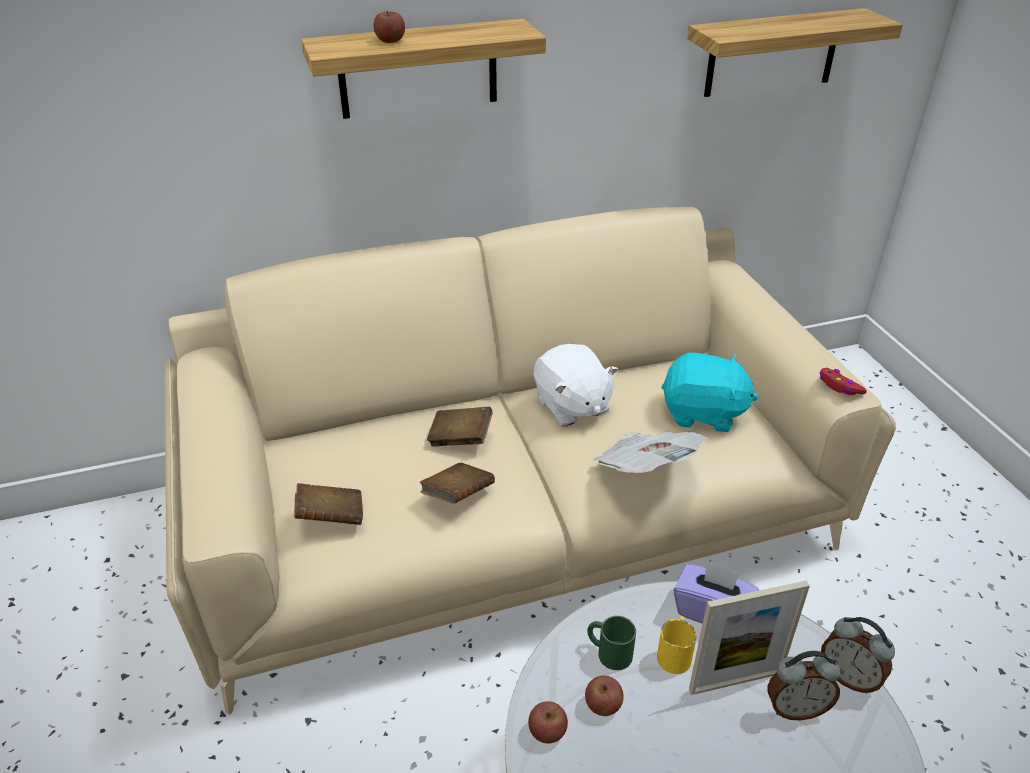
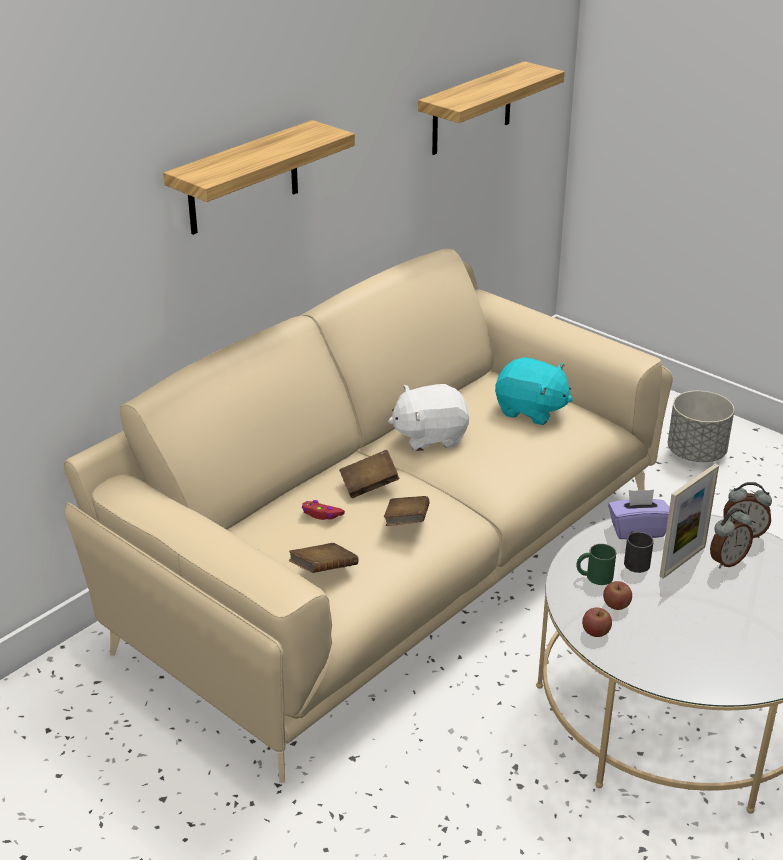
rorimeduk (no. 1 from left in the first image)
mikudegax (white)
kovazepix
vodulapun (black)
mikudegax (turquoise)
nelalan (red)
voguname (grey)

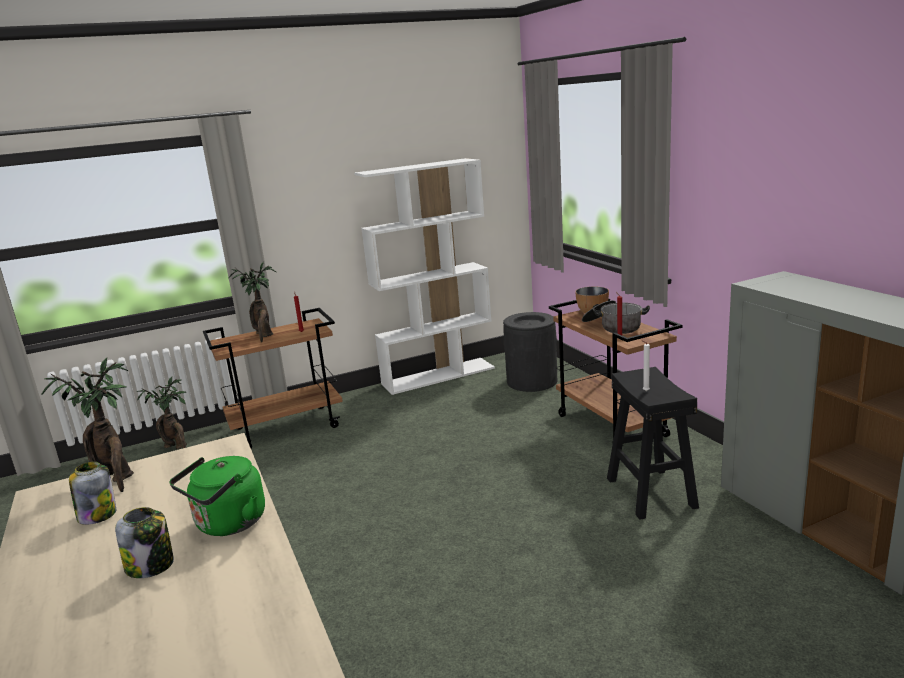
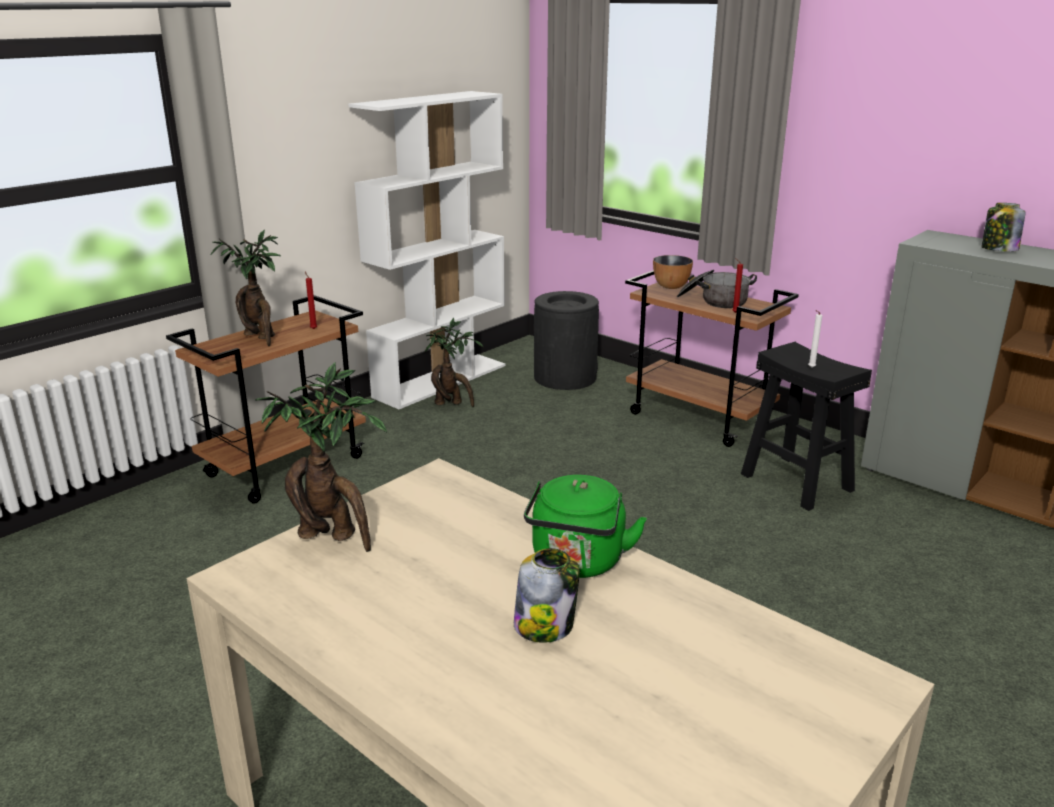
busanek (no. 2 from left)
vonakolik (no. 3 from left)

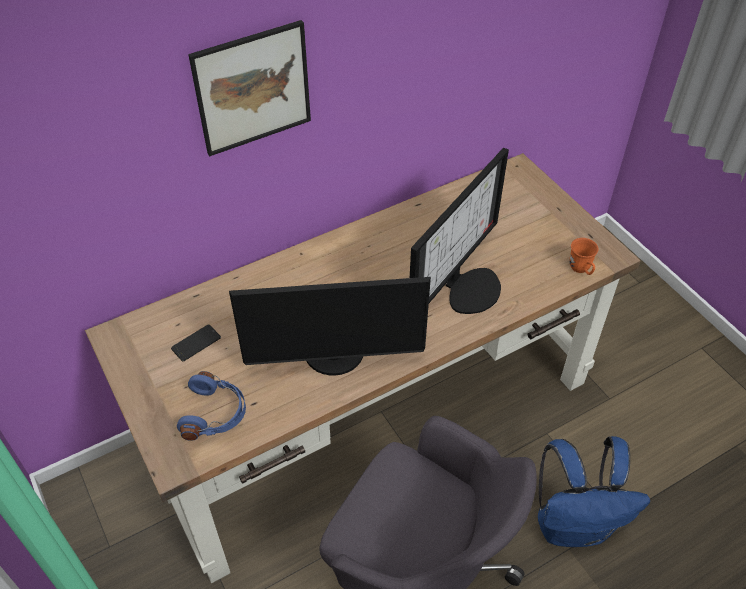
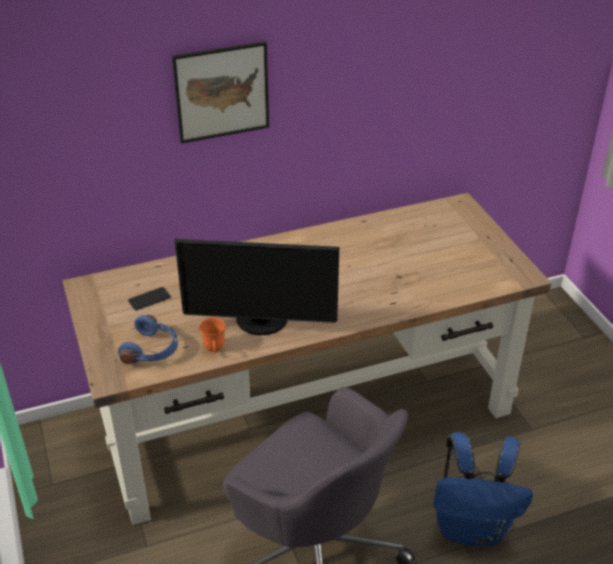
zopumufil (no. 2 from left in the first image)
vodulapun (orange)

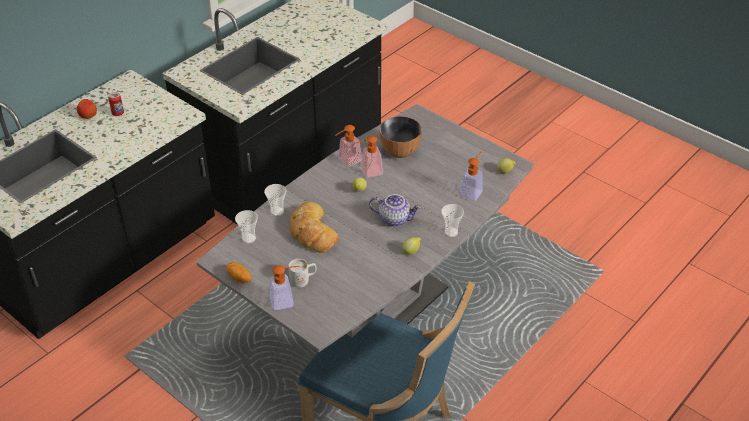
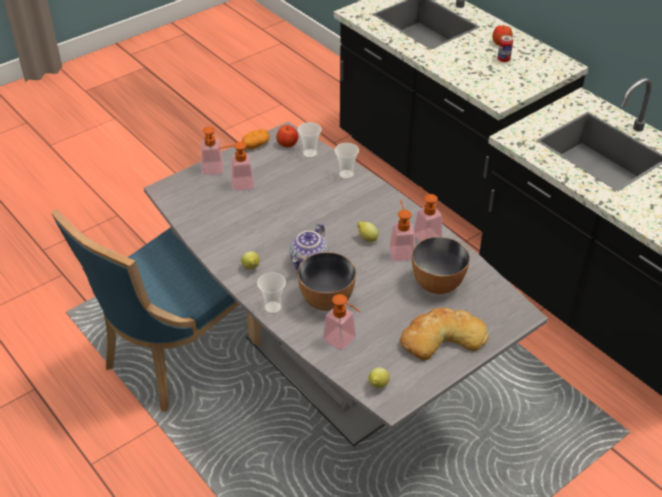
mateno (no. 2 from left)
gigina
rorimeduk (no. 1 from left)
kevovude (no. 1 from left)

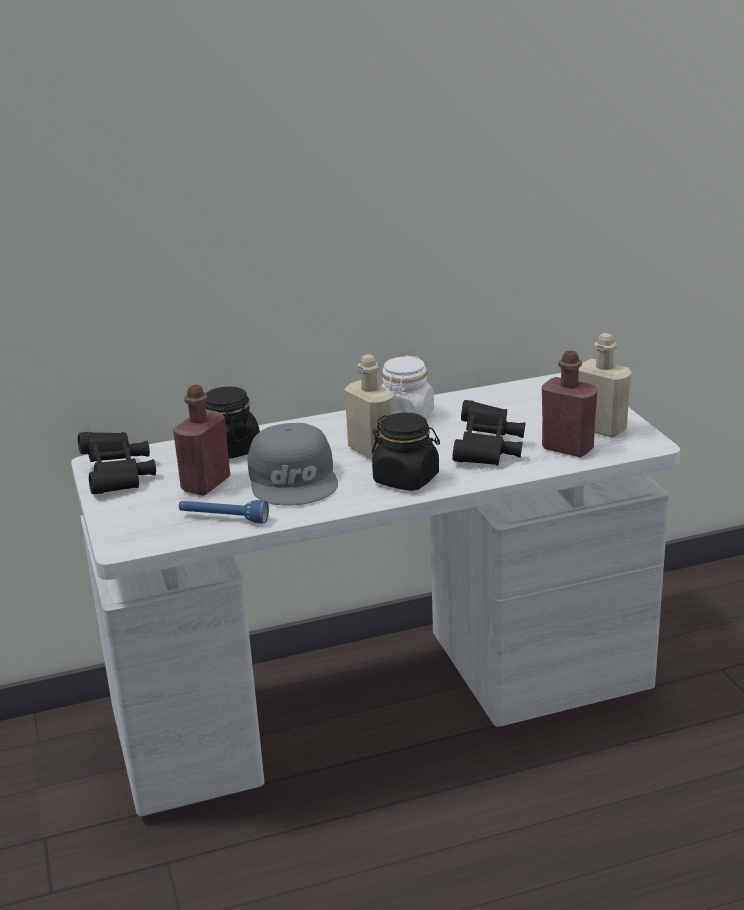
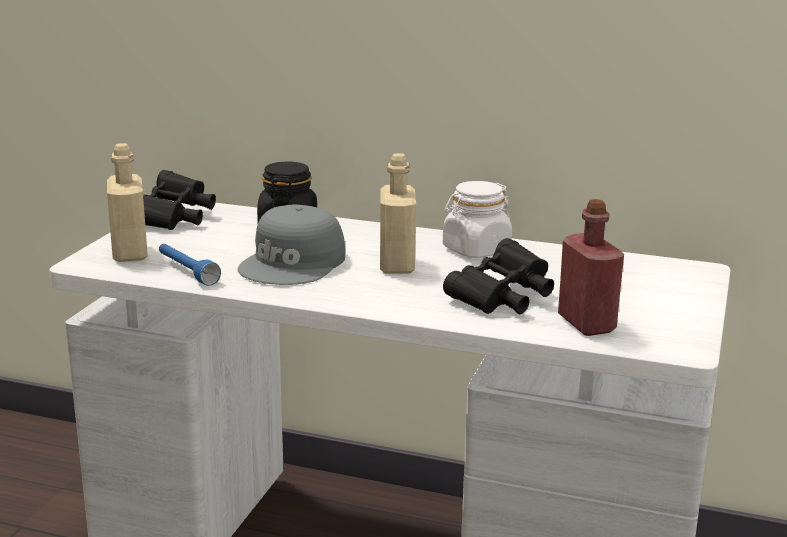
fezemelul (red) (no. 1 from left in the first image)
busanek (black) (no. 2 from left in the first image)
fezemelul (beige) (no. 1 from left)

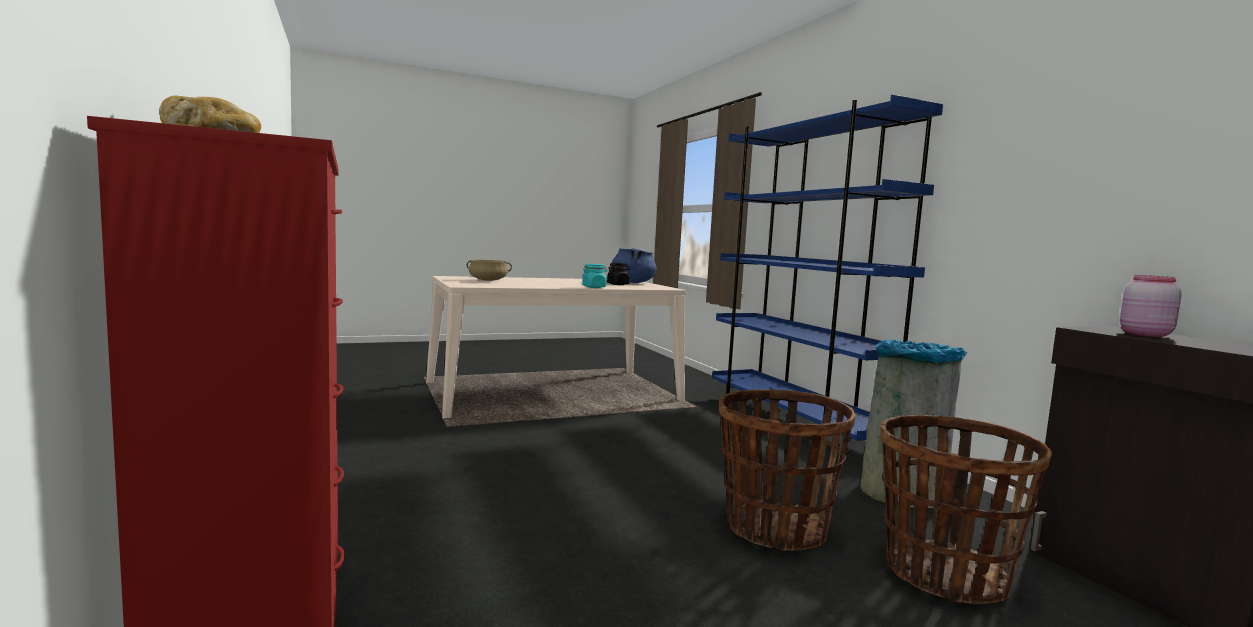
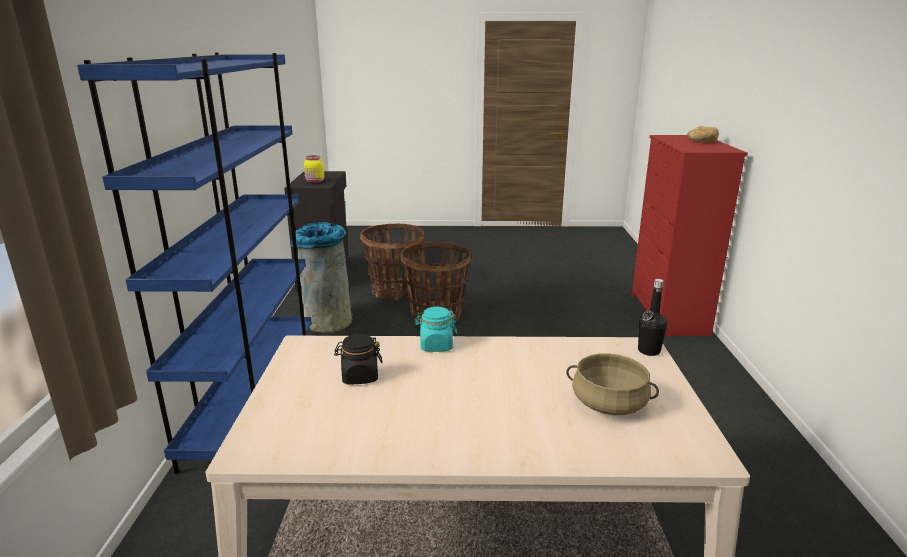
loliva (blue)
busanek (yellow)
fezemelul (black)

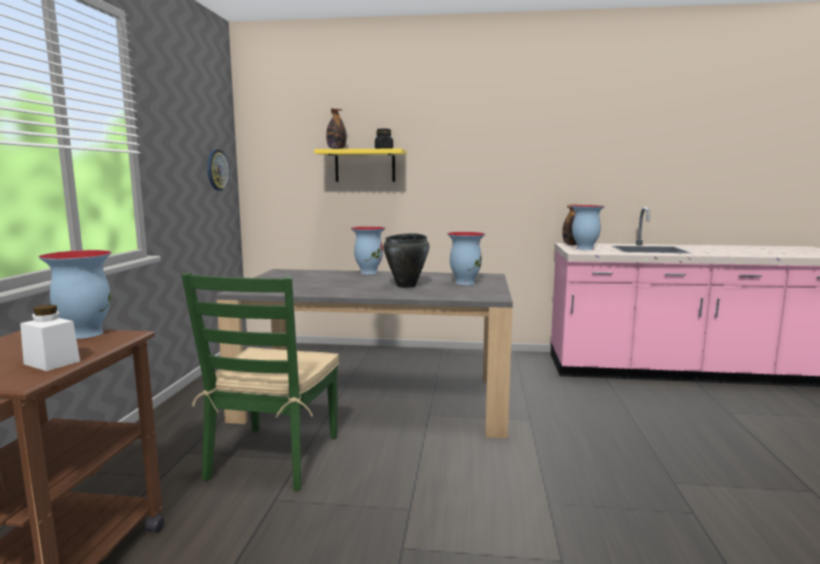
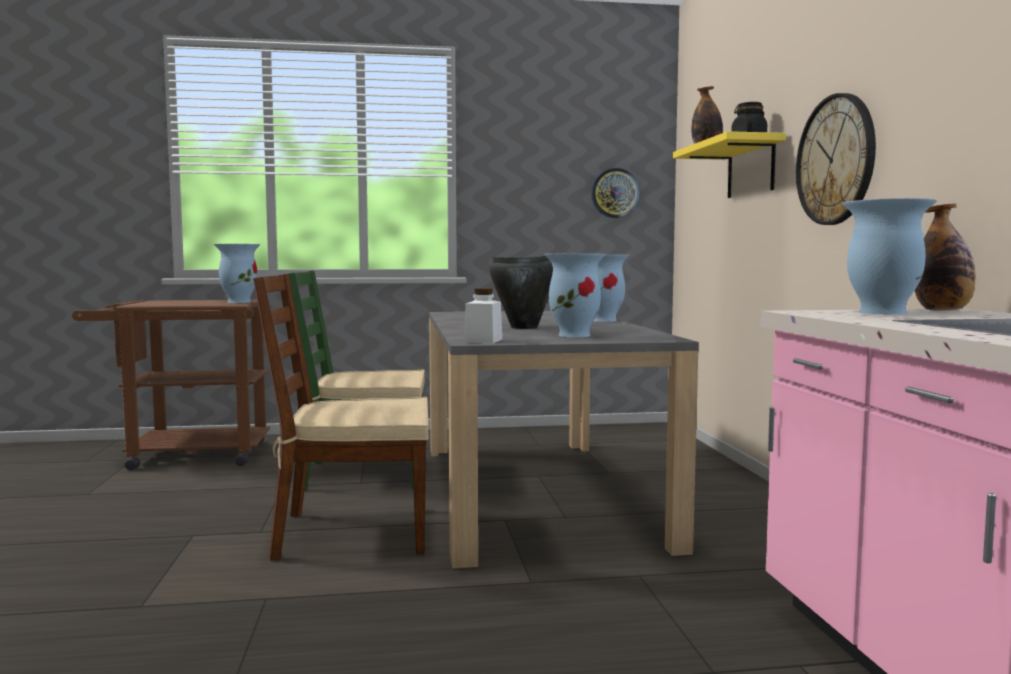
busanek (white)
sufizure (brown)
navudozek (no. 2 from left)

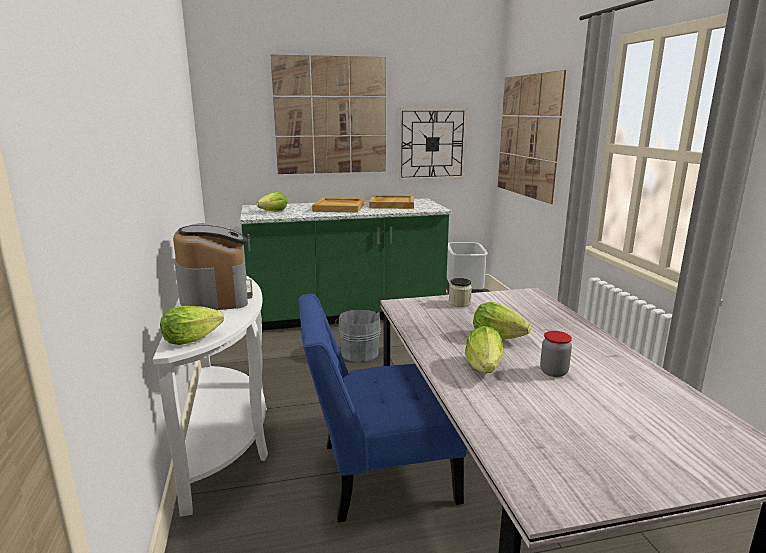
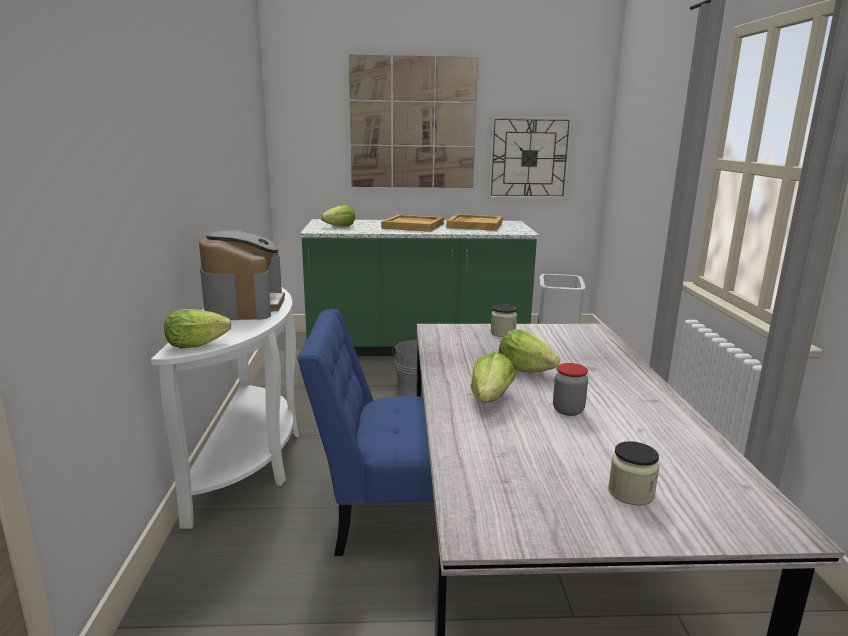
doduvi (no. 2 from left in the first image)
busanek (no. 3 from left)

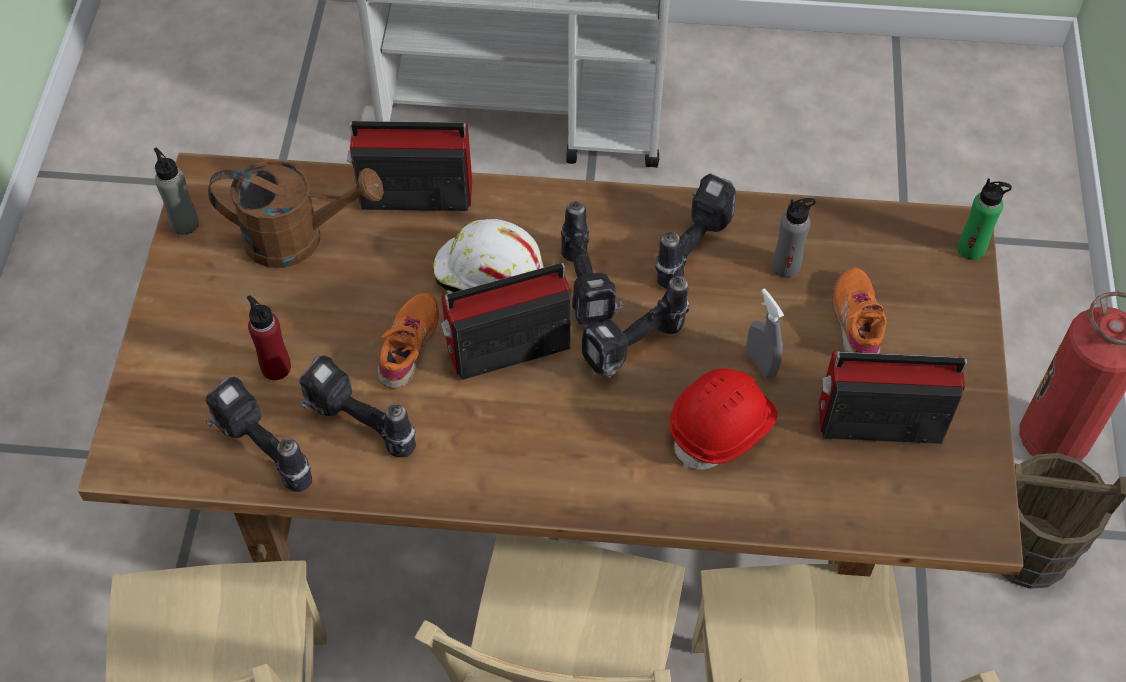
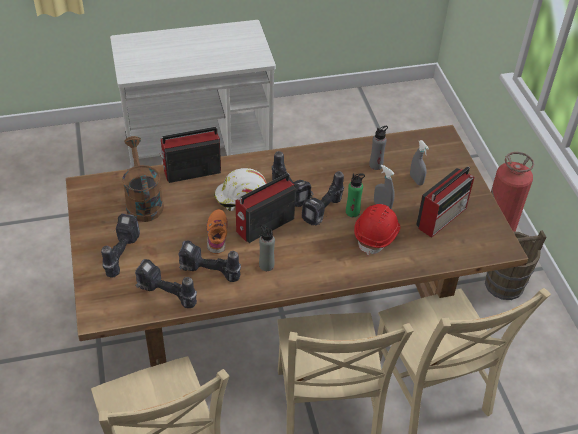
fezemelul (grey) (no. 1 from left)
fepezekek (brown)
fezemelul (red)
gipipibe (no. 1 from left)
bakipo (no. 3 from left)
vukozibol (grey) (no. 2 from left)
fezemelul (green)

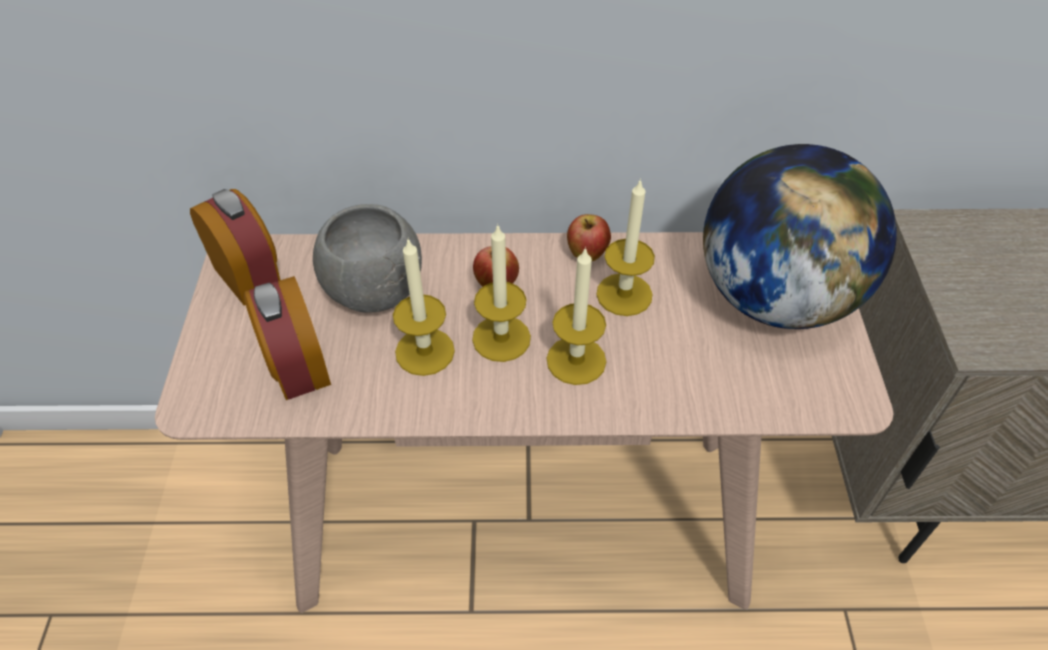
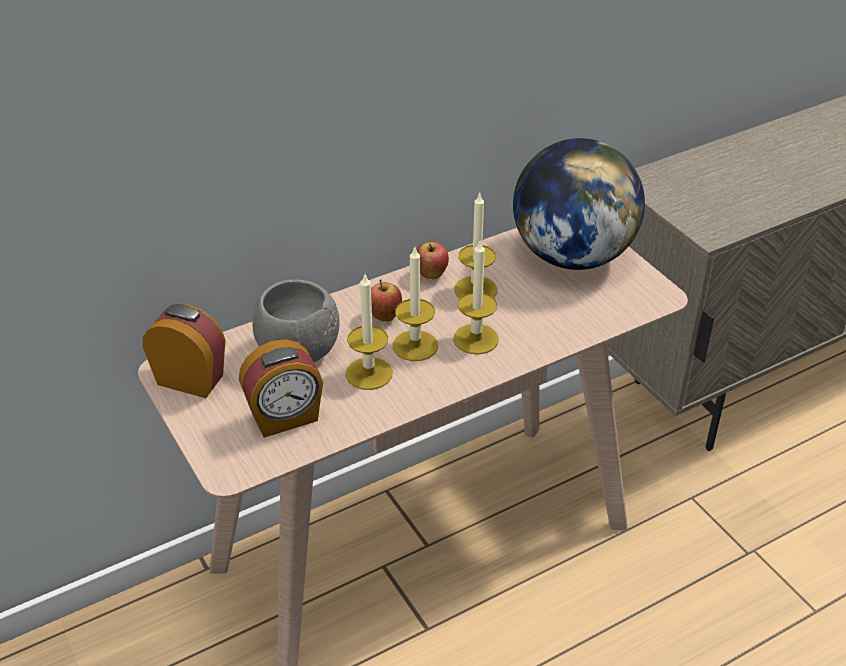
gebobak (no. 2 from left)

